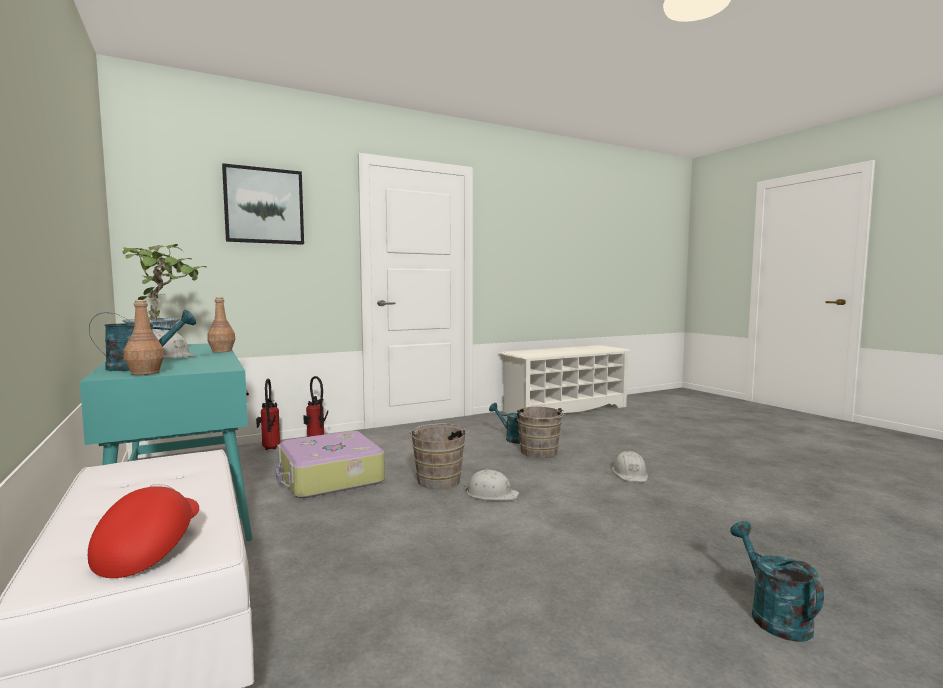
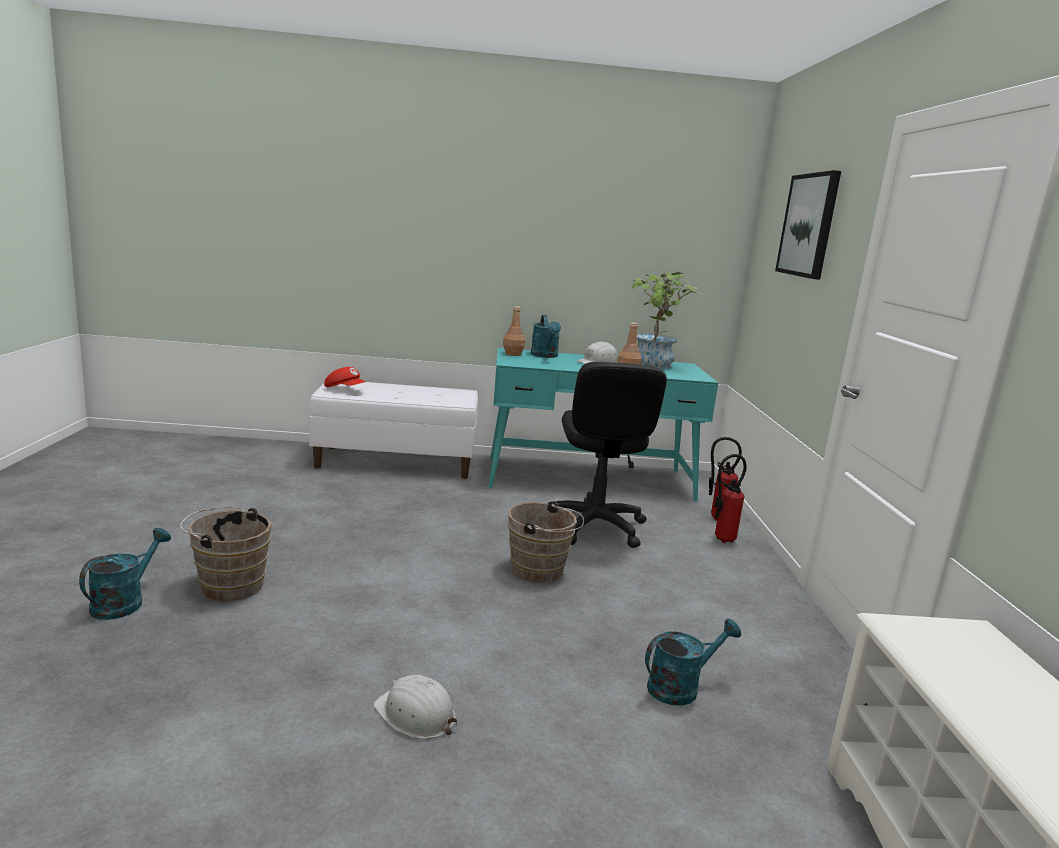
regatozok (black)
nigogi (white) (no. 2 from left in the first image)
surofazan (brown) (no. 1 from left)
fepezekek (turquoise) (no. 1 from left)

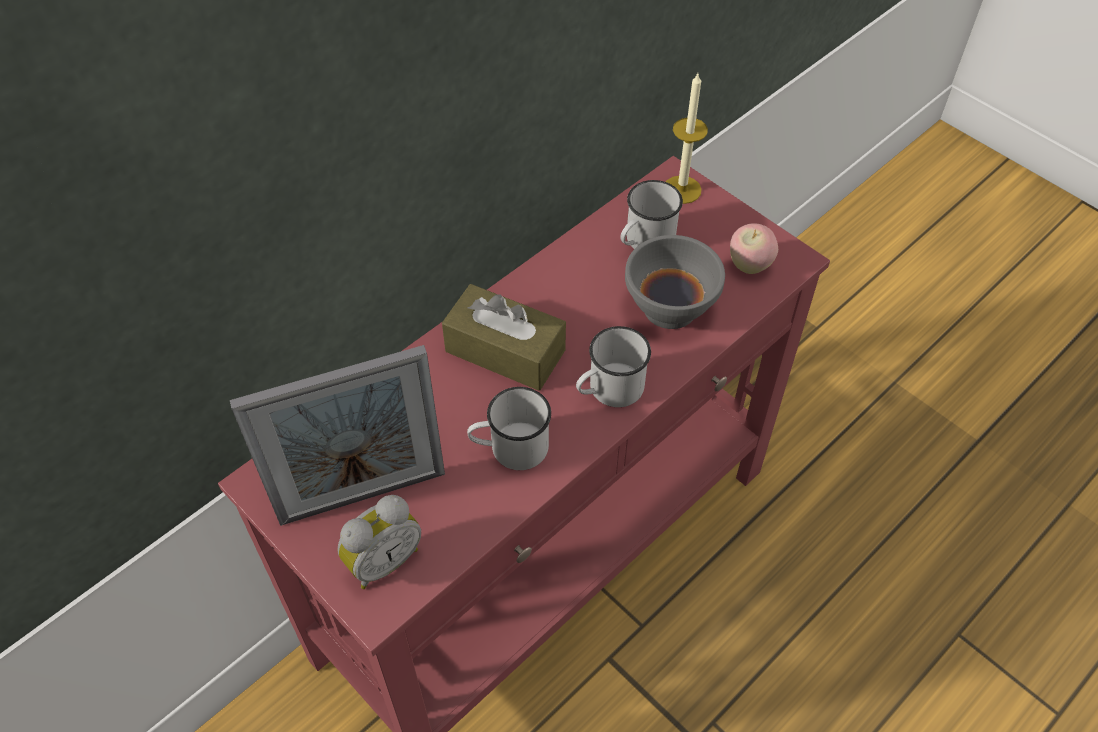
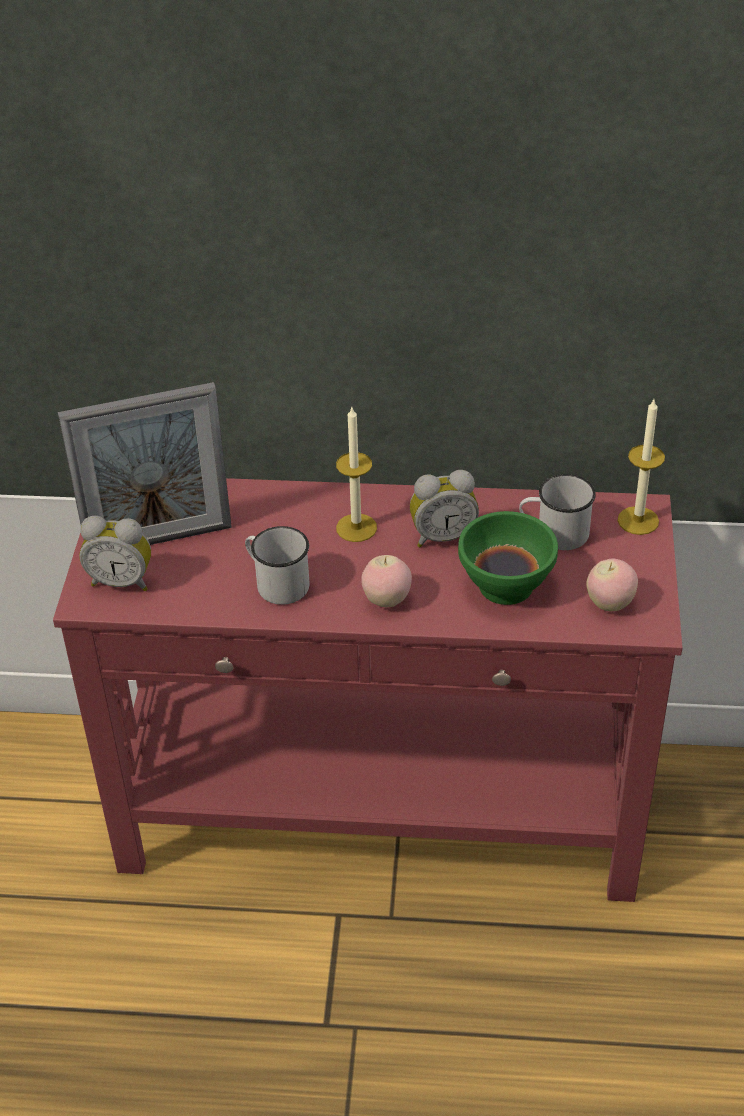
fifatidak
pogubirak (no. 1 from left)
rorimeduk (no. 1 from left)
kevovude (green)
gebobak (no. 2 from left)

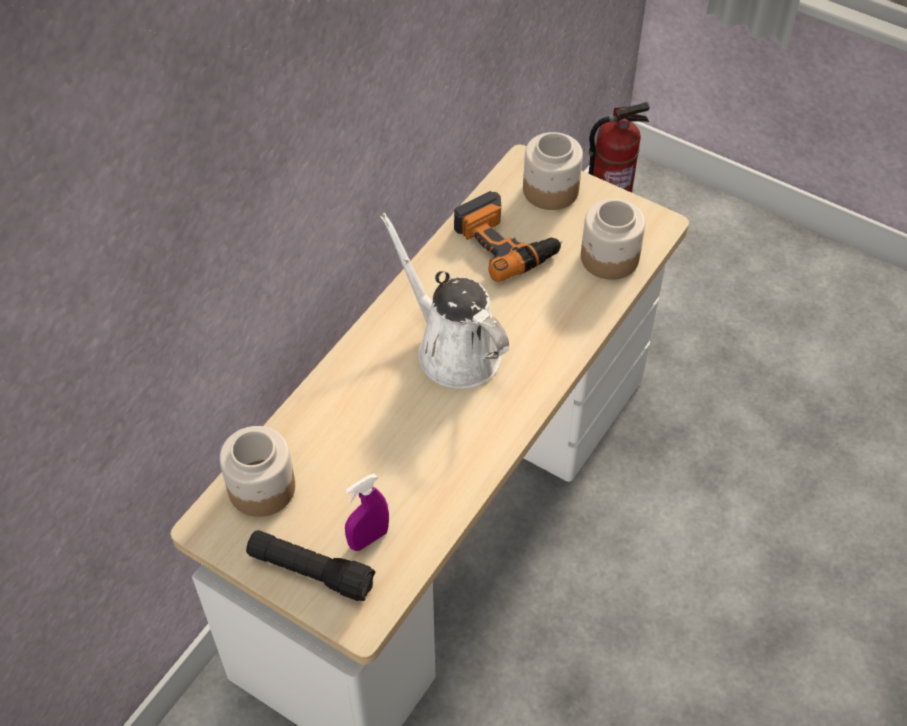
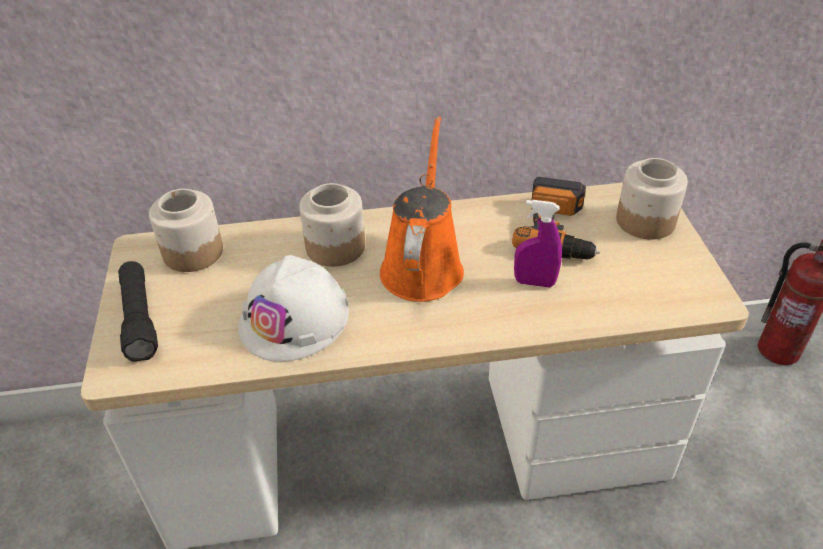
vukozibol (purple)
fepezekek (orange)
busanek (no. 2 from left)
nigogi (white)

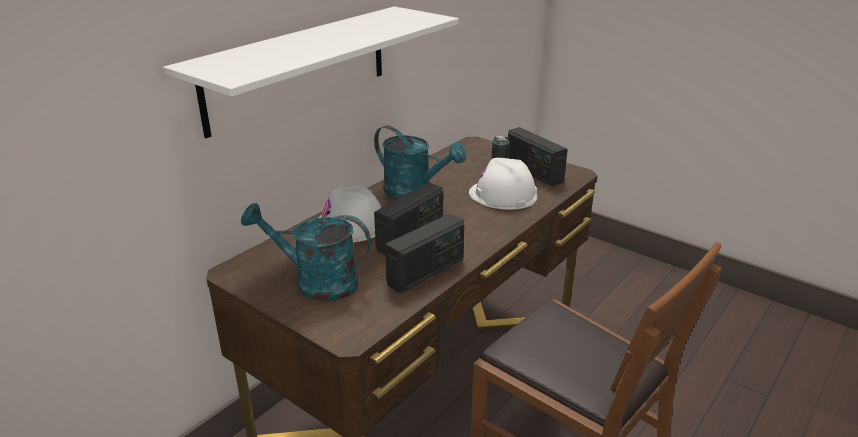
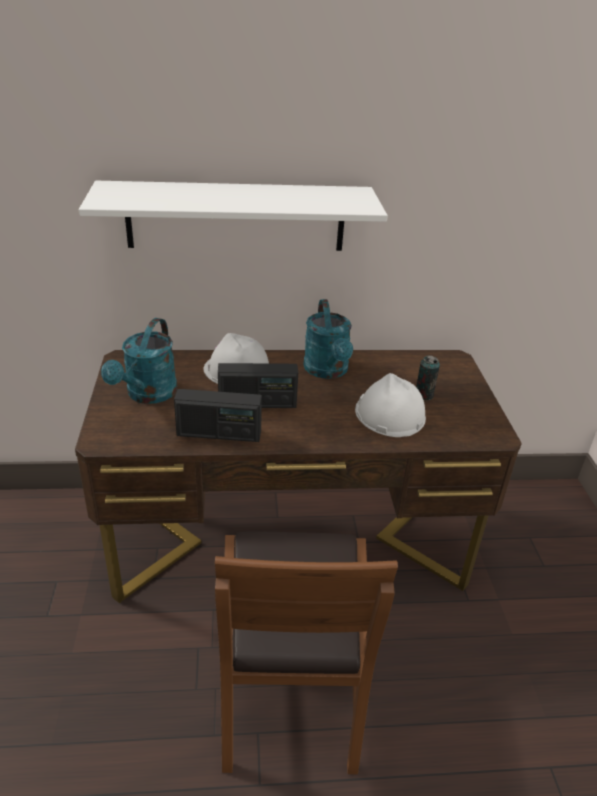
fepezekek (turquoise) (no. 1 from left)
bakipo (no. 3 from left in the first image)

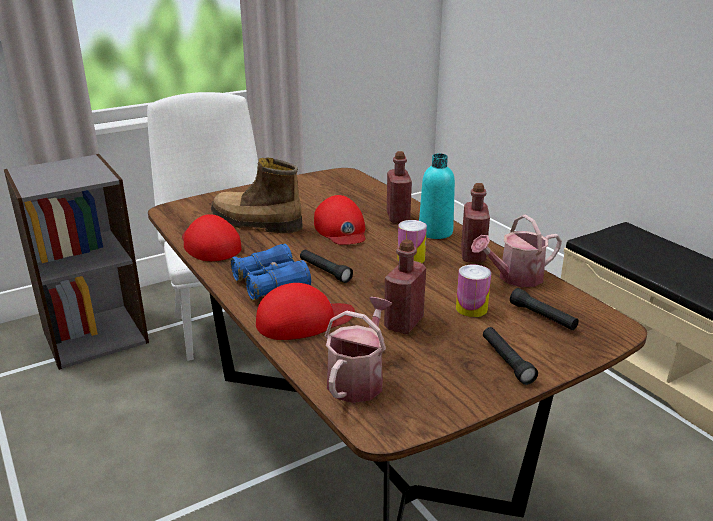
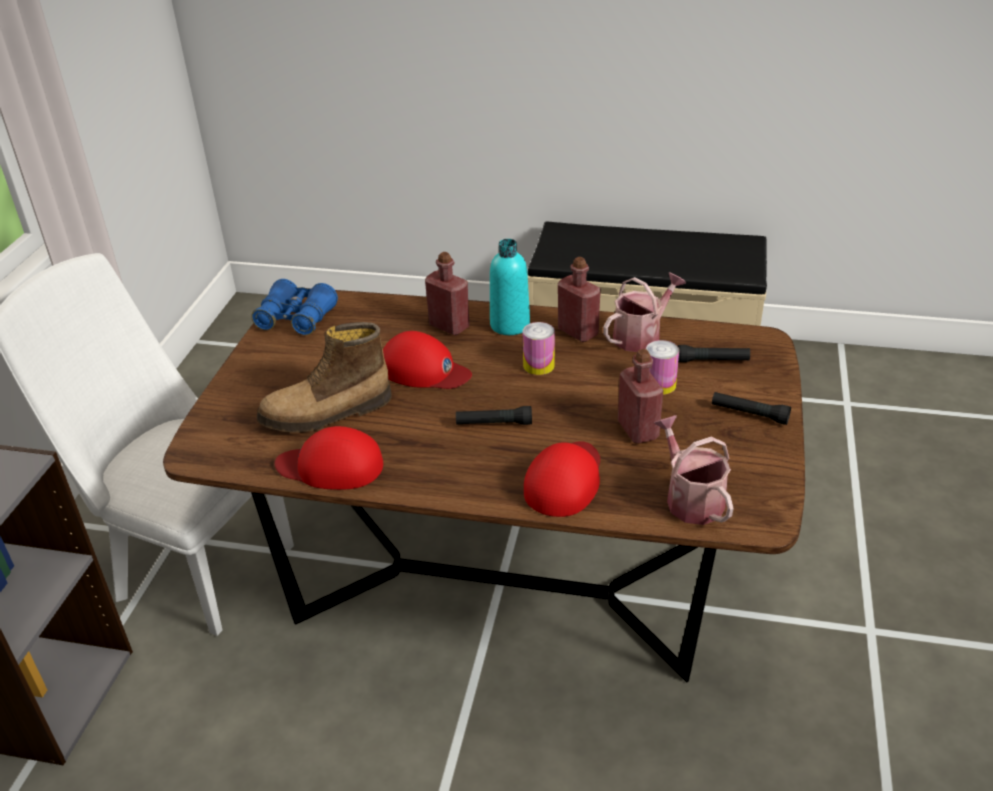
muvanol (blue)
fepezekek (no. 1 from left)

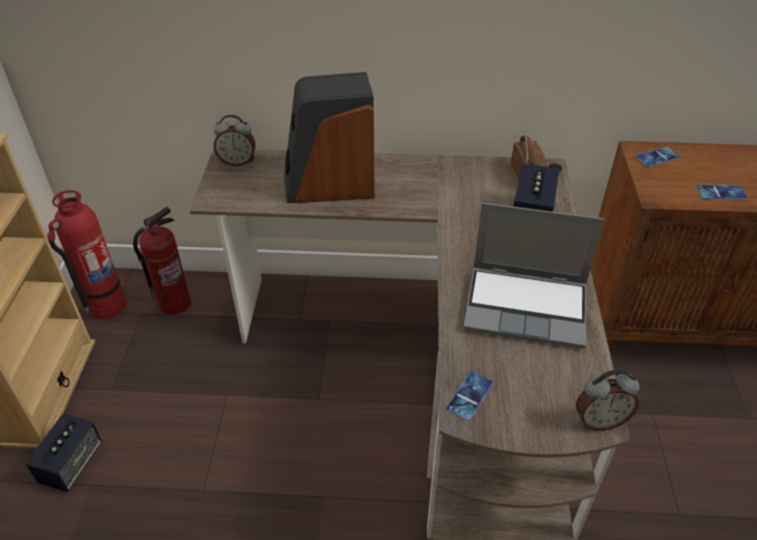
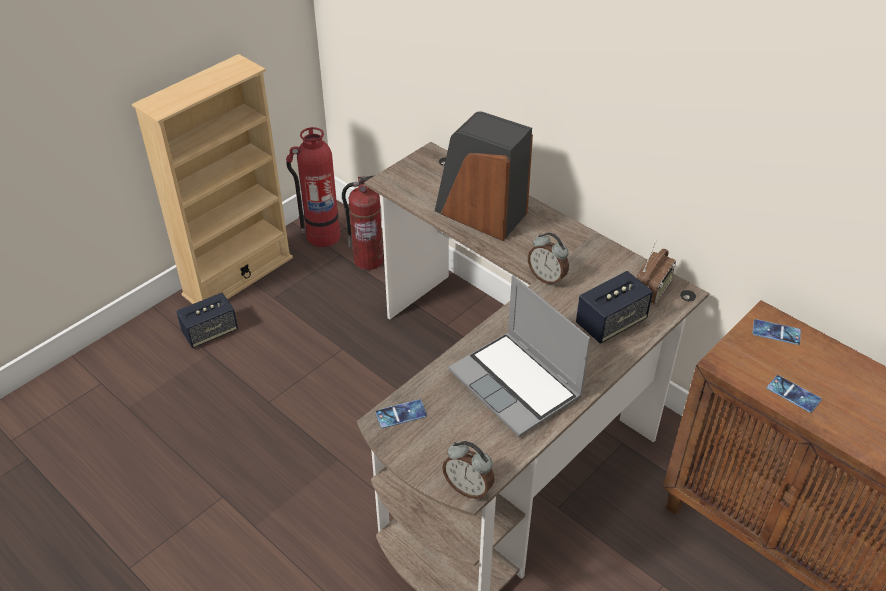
gebobak (no. 2 from left)

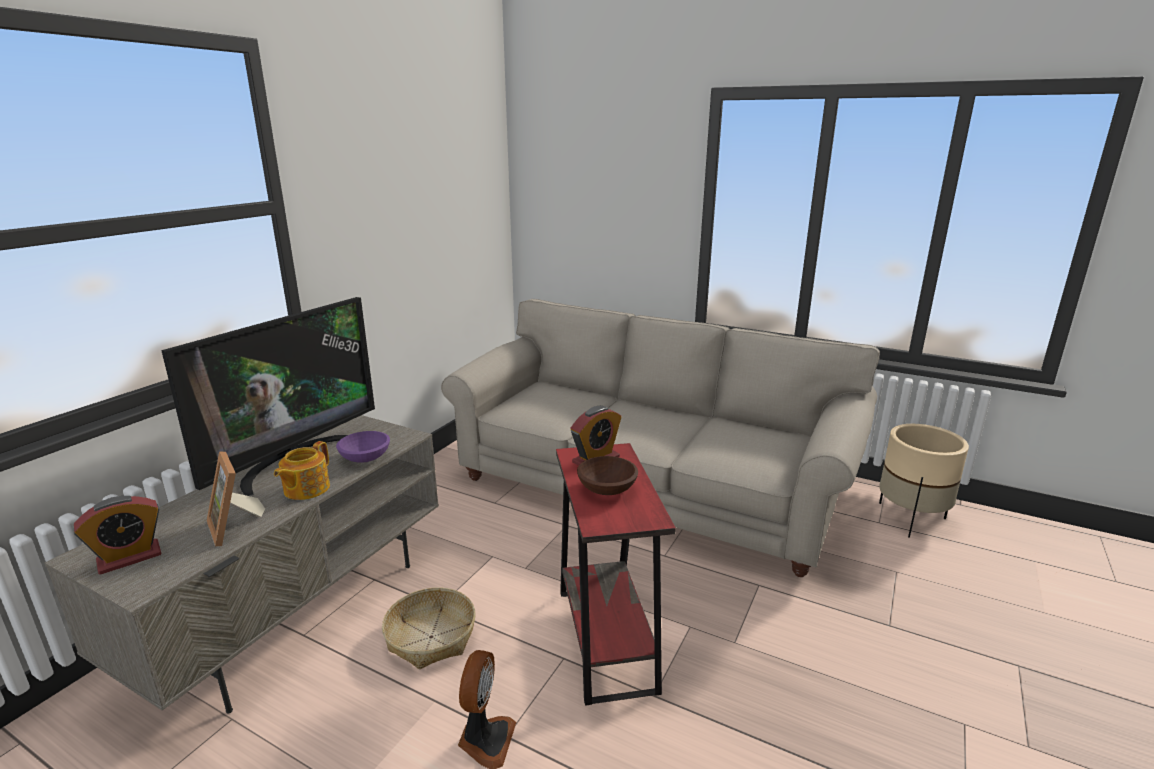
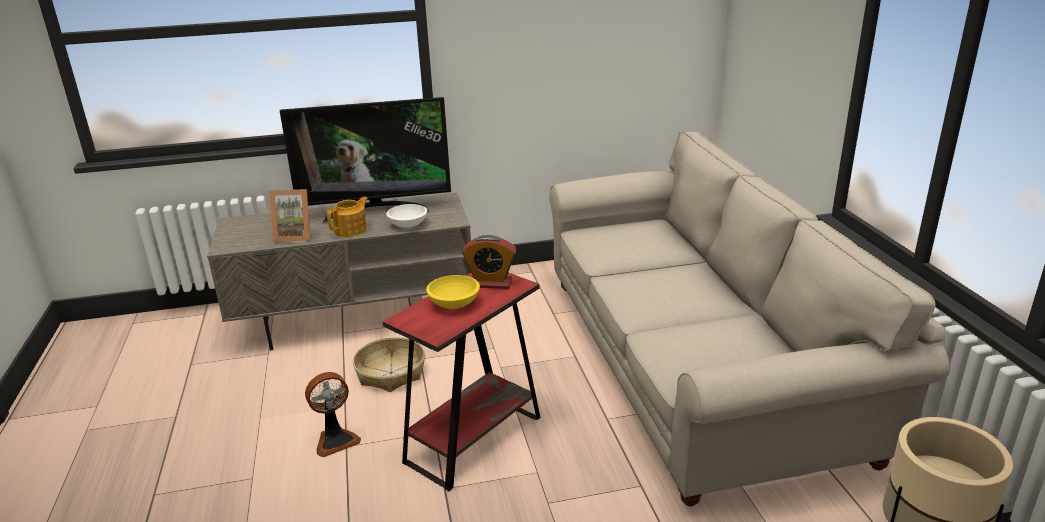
gebobak (no. 1 from left in the first image)
fifatidak
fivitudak
kevovude (white)
kevovude (yellow)

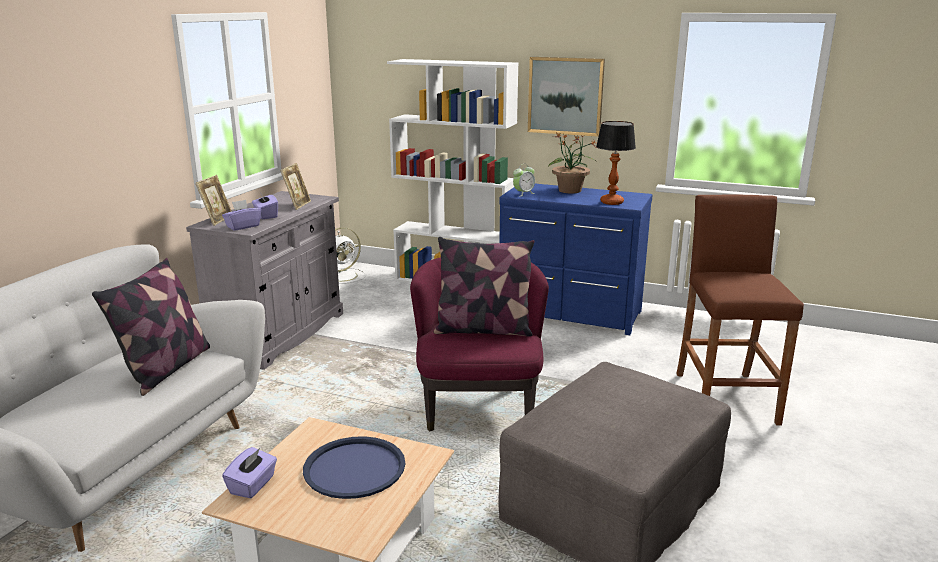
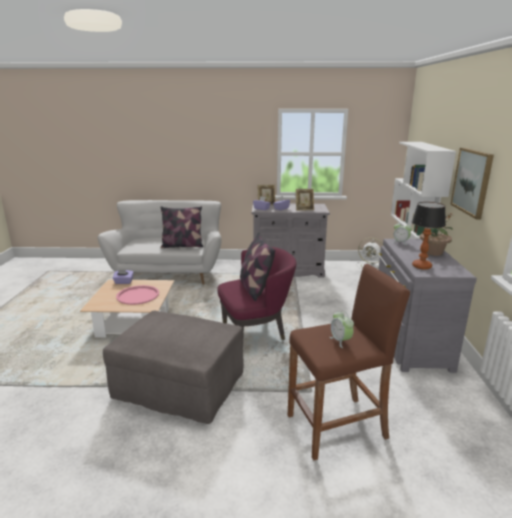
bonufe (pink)
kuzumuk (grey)
gebobak (no. 1 from left)

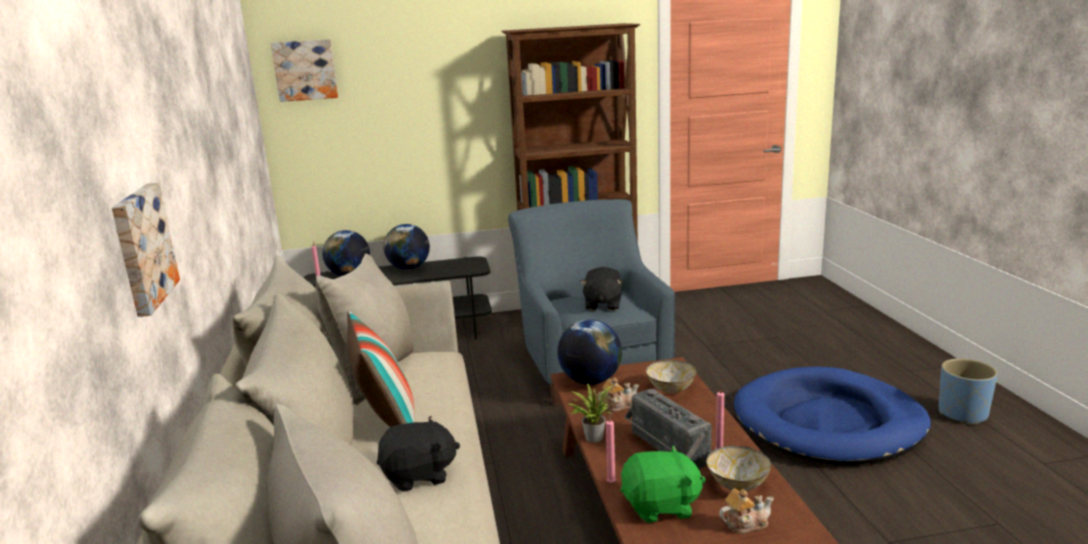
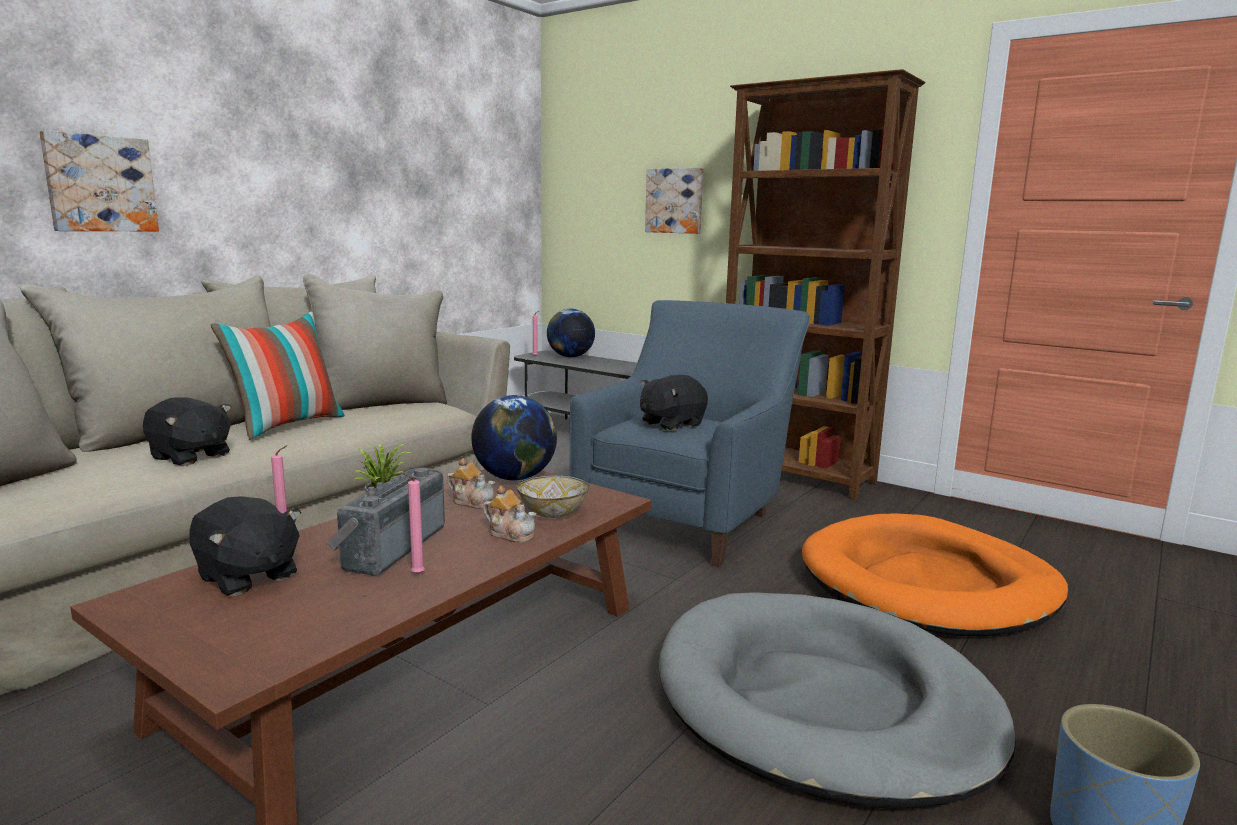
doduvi (no. 2 from left)
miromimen (no. 2 from left in the first image)
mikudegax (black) (no. 2 from left)
kevovude (no. 2 from left in the first image)
fivitudak (no. 2 from left)
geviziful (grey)
geviziful (orange)

